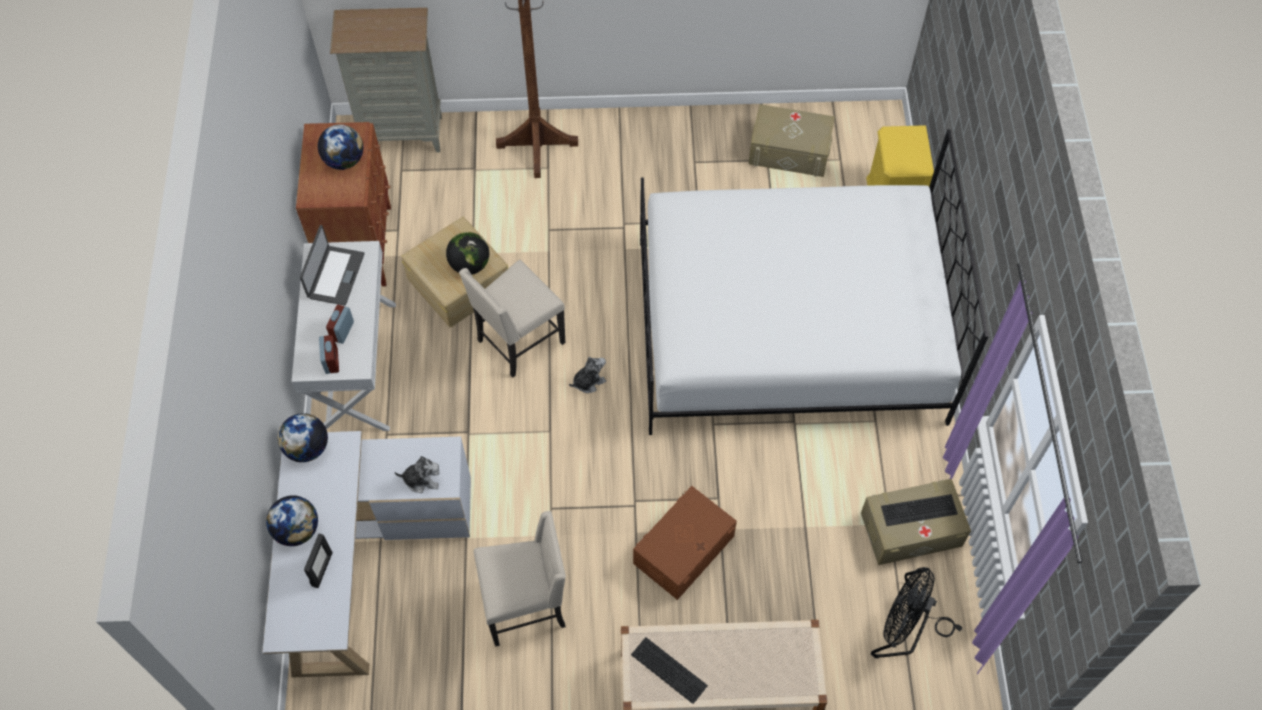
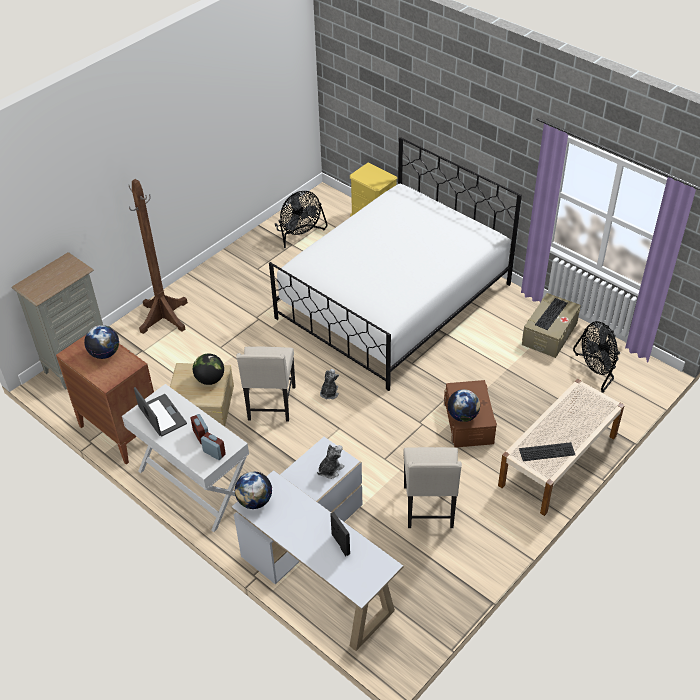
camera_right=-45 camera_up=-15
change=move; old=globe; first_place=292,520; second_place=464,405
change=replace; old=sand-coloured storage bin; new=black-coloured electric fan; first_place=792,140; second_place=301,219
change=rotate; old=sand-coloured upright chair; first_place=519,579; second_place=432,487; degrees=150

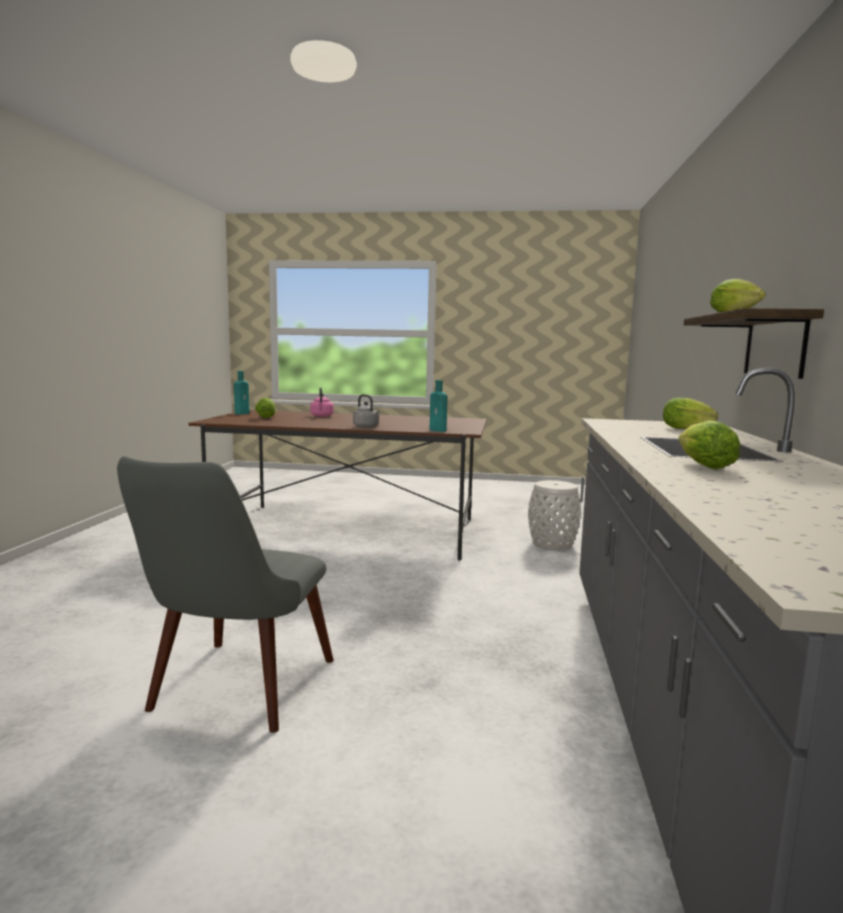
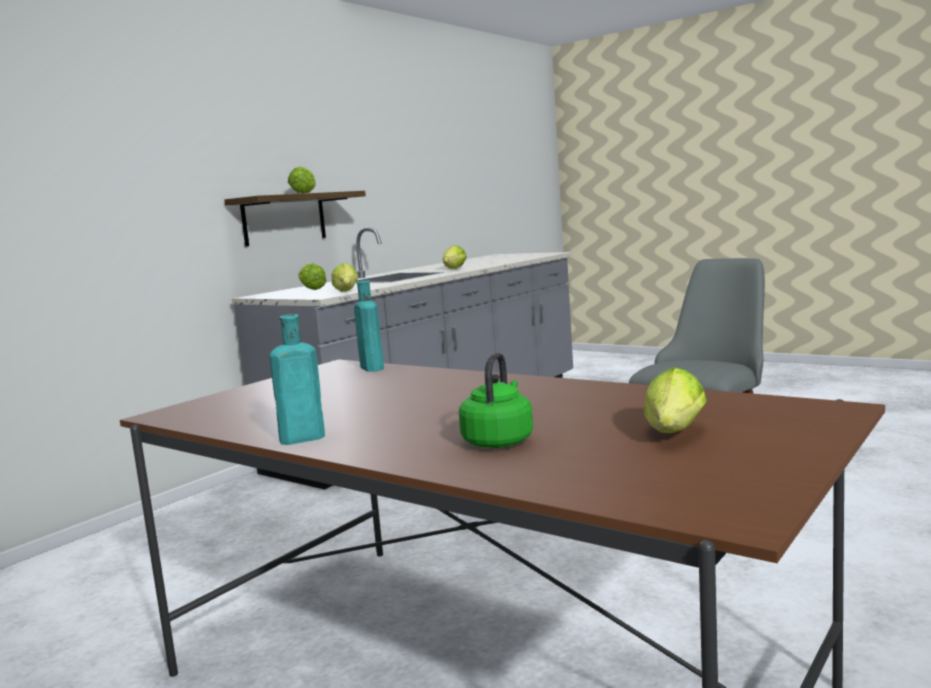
camera_right=-150 camera_up=0
change=delete; old=gray kettle; first_place=366,411
change=delete; old=whitish stool; first_place=554,515
change=insert; new=lettuce head; second_place=344,277
change=move; old=blue-green drink bottle; first_place=242,392; second_place=297,379
change=recolor; old=pinkish kettle; new=green-coloured kettle; first_place=322,402; second_place=496,400

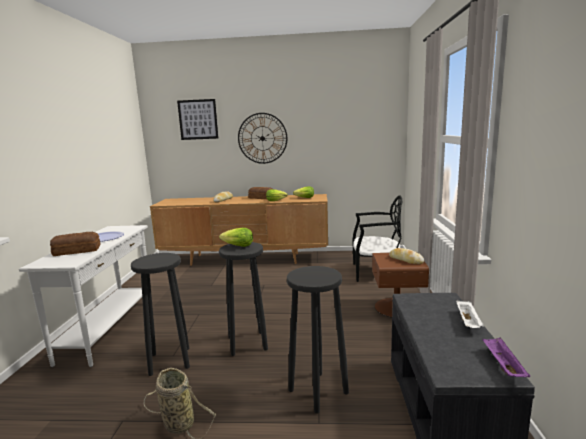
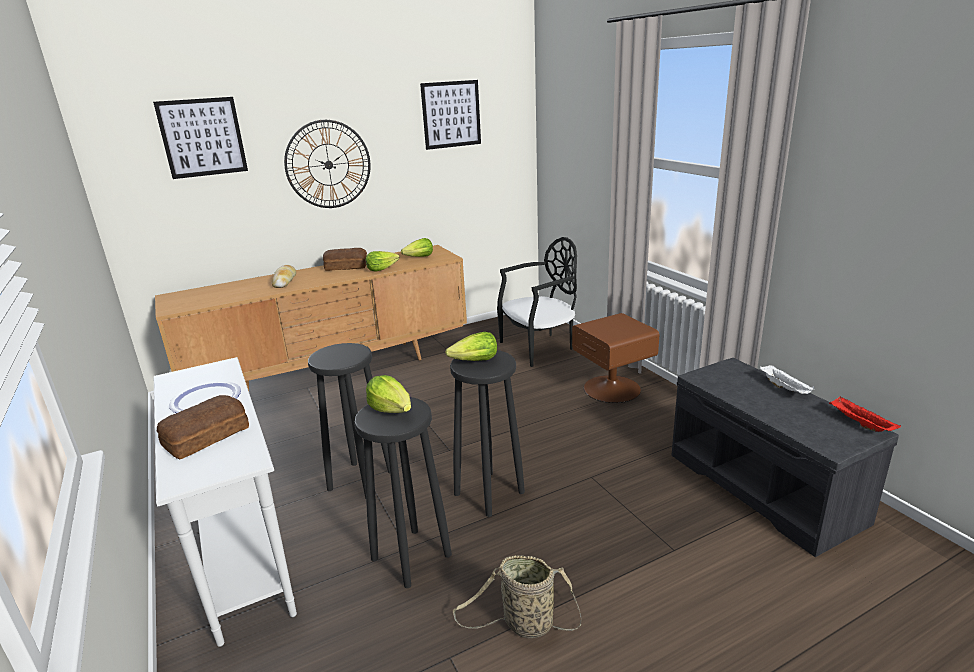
camera_right=-30 camera_up=10
change=delete; old=baked bread; first_place=406,256
change=insert; new=lettuce head; second_place=388,394
change=insert; new=wall picture; second_place=450,115
change=move; old=black-coloured stool; first_place=318,340; second_place=349,421
change=recolor; old=purple-coloured carrying tray; new=reddish carrying tray; first_place=506,357; second_place=865,414

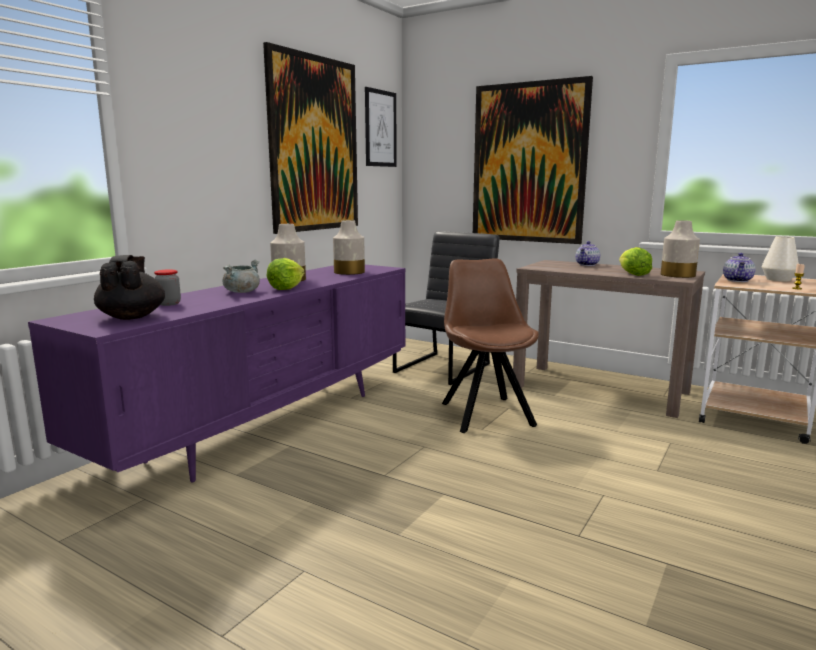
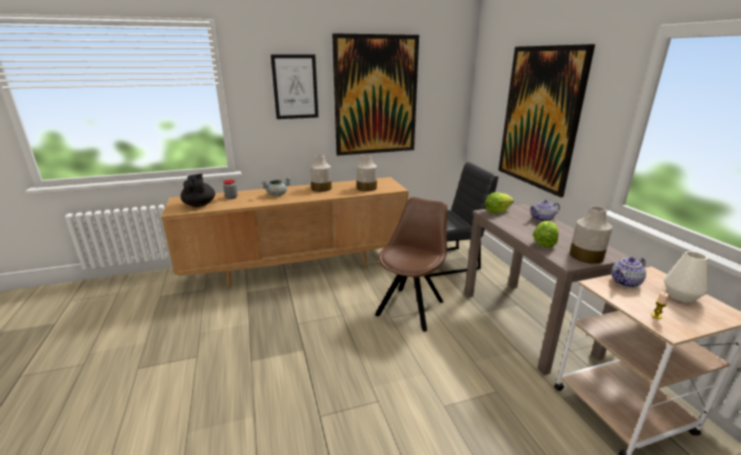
camera_right=40 camera_up=10
change=move; old=lettuce head; first_place=286,274; second_place=499,203
change=move; old=wall picture; first_place=381,127; second_place=294,86
change=recolor; old=purple-coloured cupboard; new=brown cupboard; first_place=216,374; second_place=285,233
change=rotate; old=black-coloured pot for tea; first_place=129,287; second_place=198,190; degrees=-45

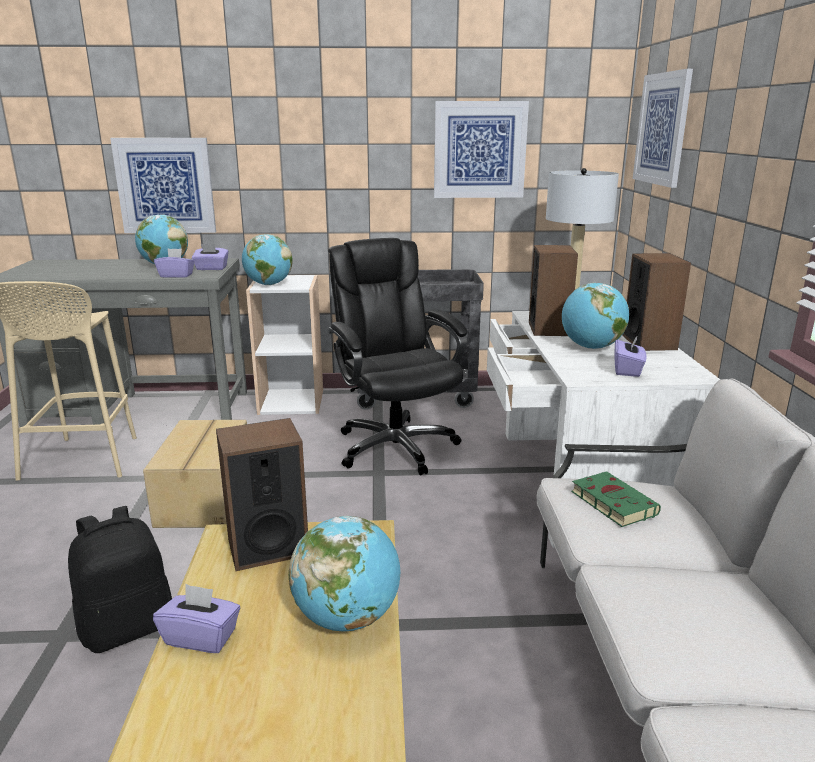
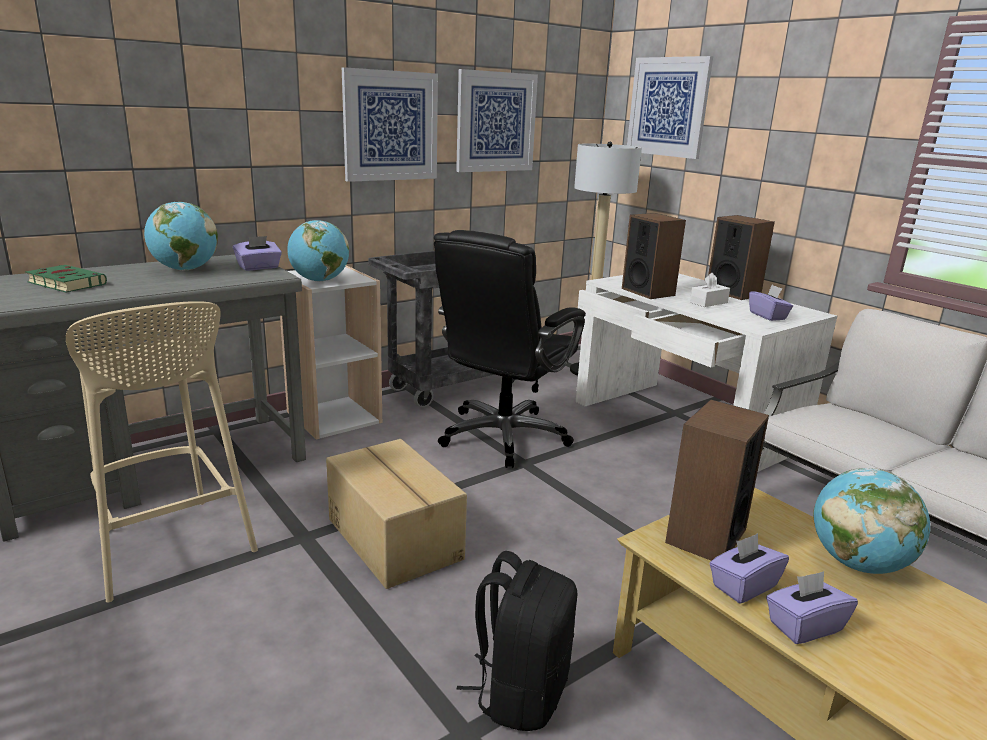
camera_right=-35 camera_up=0
change=move; old=wall picture; first_place=163,185; second_place=390,124
change=move; old=purple-coloured tissue holder; first_place=174,263; second_place=749,568
change=move; old=green-coloured book; first_place=616,499; second_place=66,279
change=replace; old=globe; new=whitish tissue holder; first_place=595,316; second_place=710,290
change=rotate; old=black-coloured office chair; first_place=397,356; second_place=510,349; degrees=-90

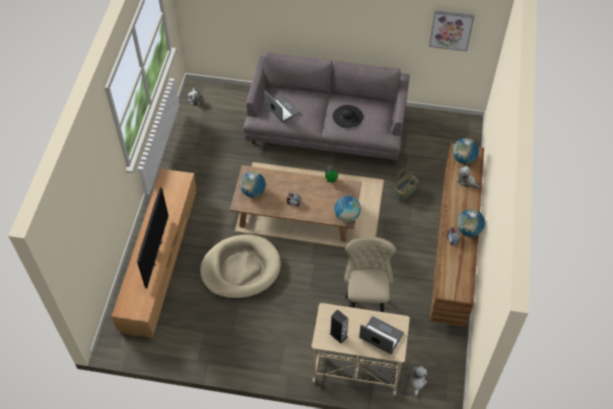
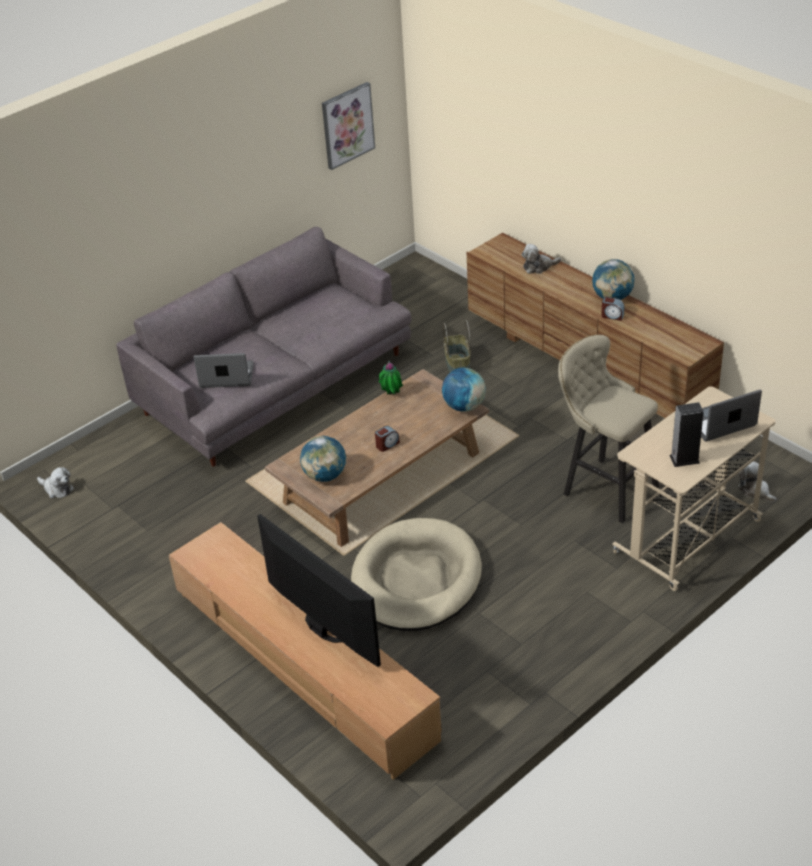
camera_right=-50 camera_up=-15
change=delete; old=black-coloured hat; first_place=347,116
change=delete; old=globe; first_place=466,151

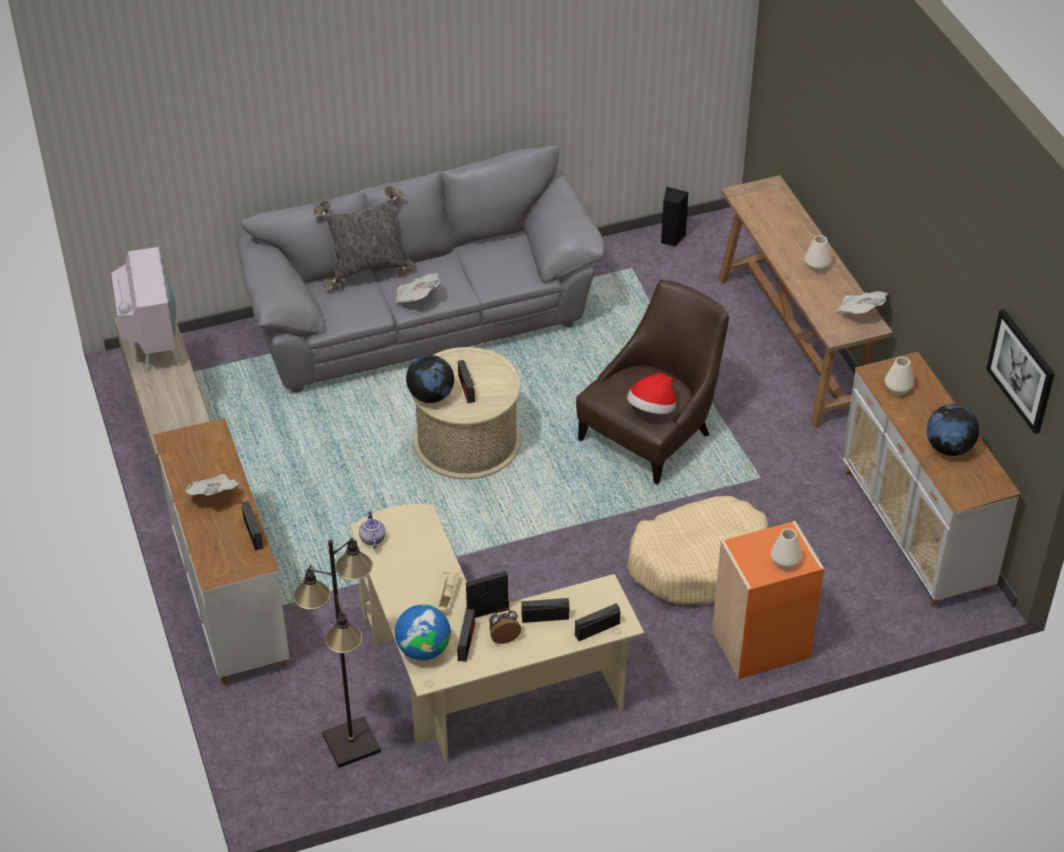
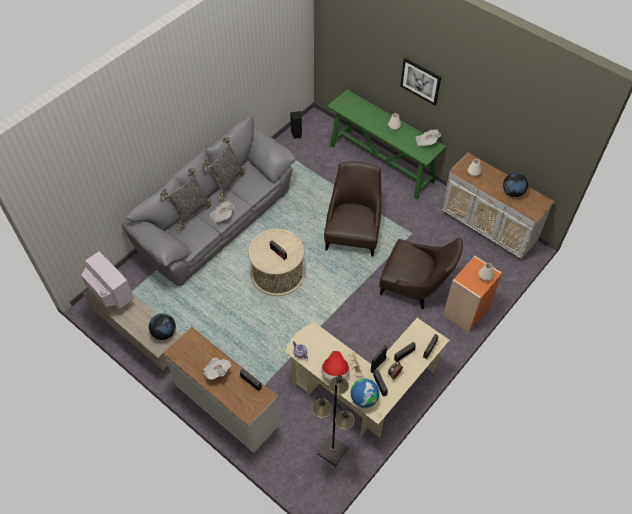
camera_right=-30 camera_up=10
change=insert; new=pillow; second_place=223,169
change=move; old=globe; first_place=430,379; second_place=162,326
change=move; old=hat; first_place=651,393; second_place=335,365
change=move; old=wall picture; first_place=1020,371; second_place=420,81
change=replace; old=sand-coloured pet bed; new=brown easy chair; first_place=697,550; second_place=421,273
change=recolor; old=brown narrow table; new=green-coloured narrow table; first_place=806,301; second_place=386,145

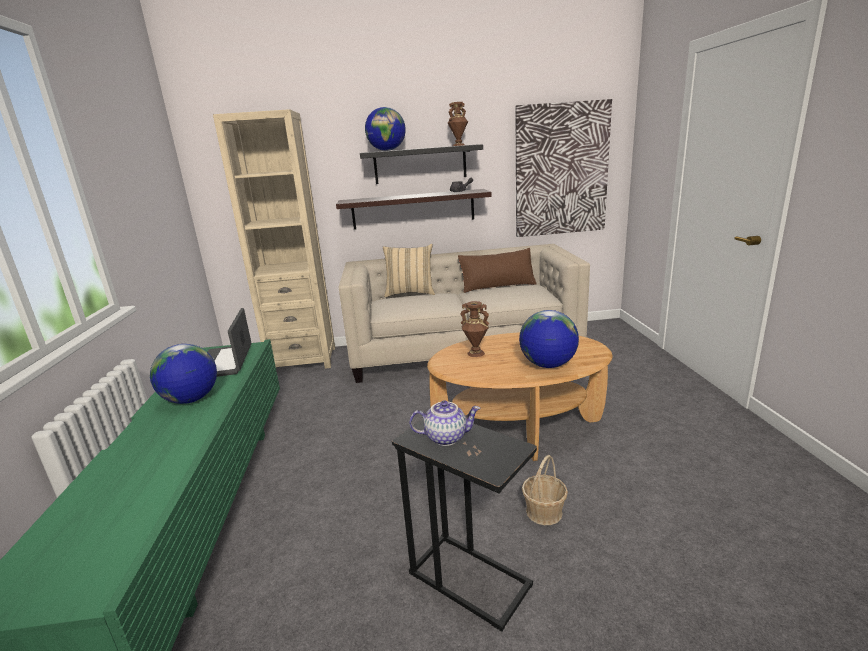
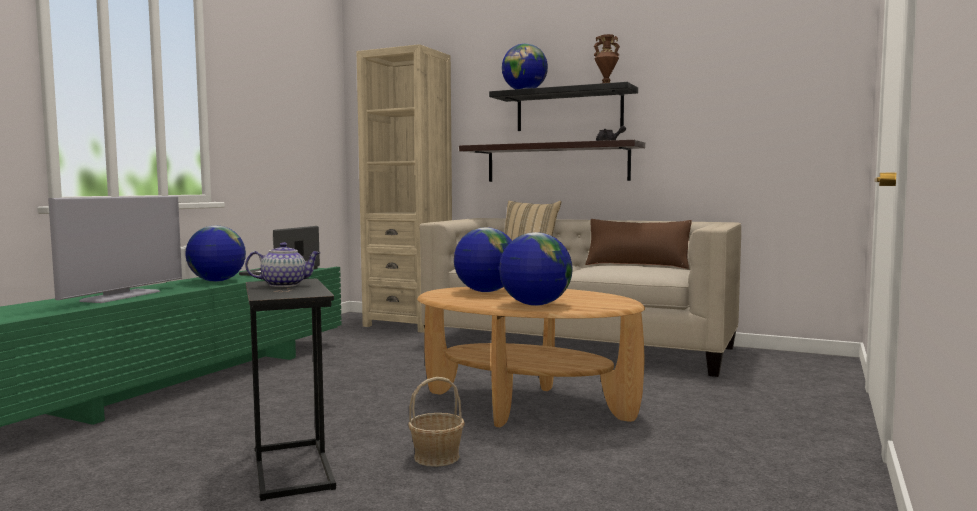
camera_right=30 camera_up=-15
change=delete; old=wall picture; first_place=563,168
change=insert; new=television; second_place=115,249
change=replace; old=brown decorative vase; new=globe; first_place=474,329; second_place=483,259
change=rotate; old=pot for tea; first_place=445,423; second_place=283,264; degrees=-45

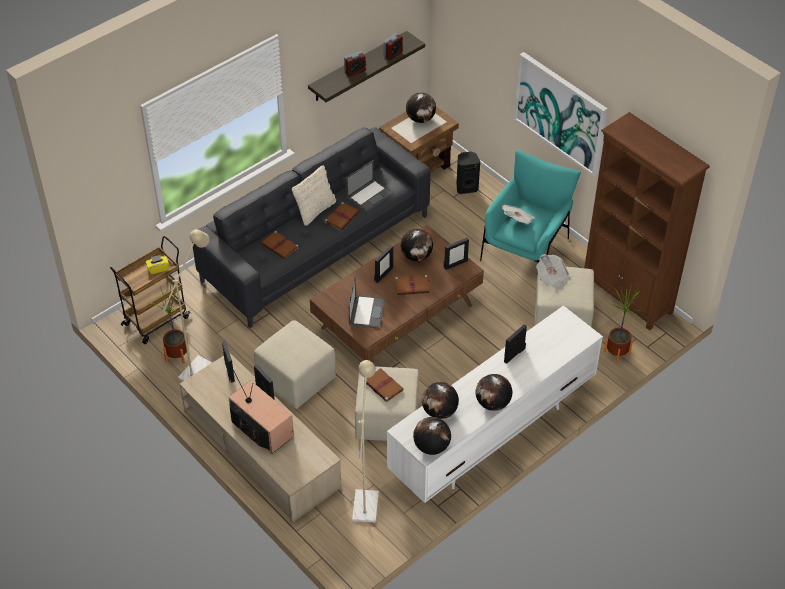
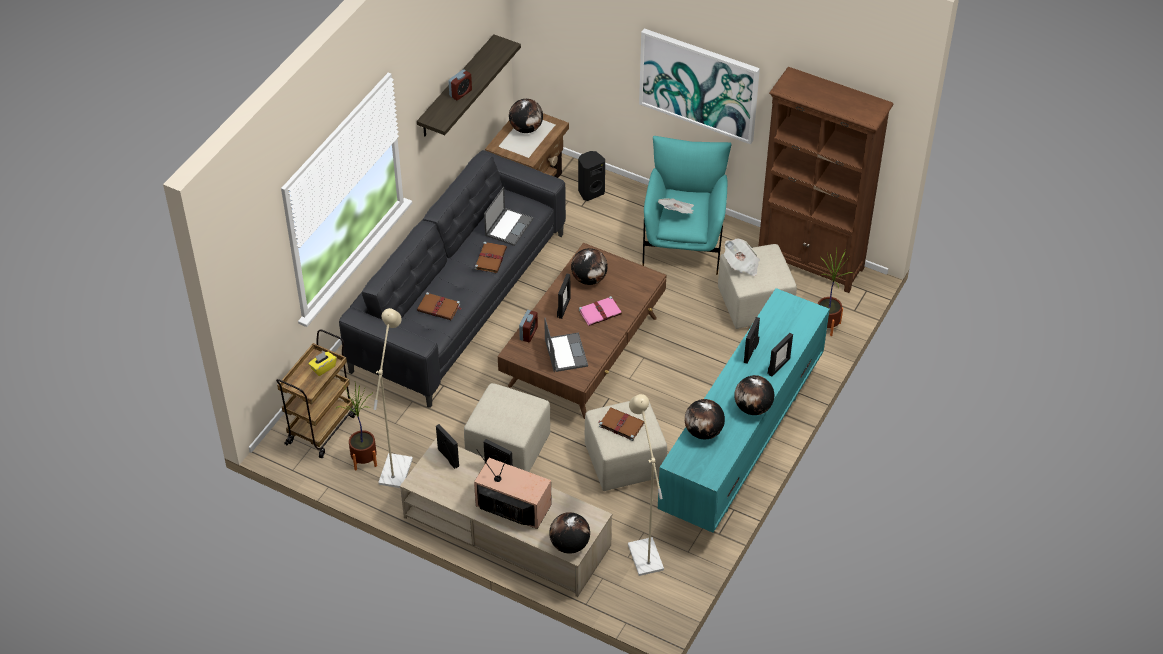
camera_right=-20 camera_up=0
change=delete; old=sand-coloured pillow; first_place=314,195
change=move; old=bedside clock; first_place=393,46; second_place=528,326
change=move; old=globe; first_place=432,436; second_place=569,533
change=move; old=picture frame; first_place=456,254; second_place=780,355
change=recolor; old=whitish cupboard; new=blue-green cupboard; first_place=495,404; second_place=744,410
change=recolor; old=brown book; new=pinkish book; first_place=412,285; second_place=600,311

